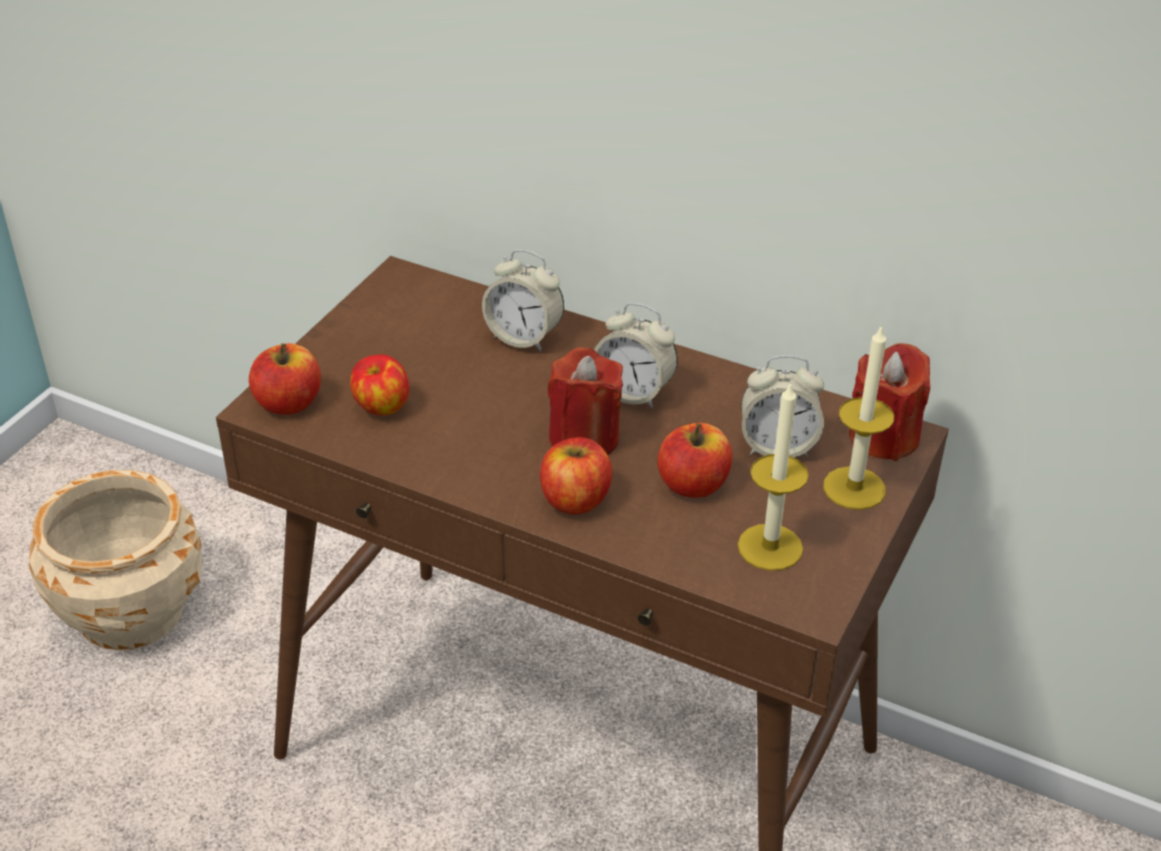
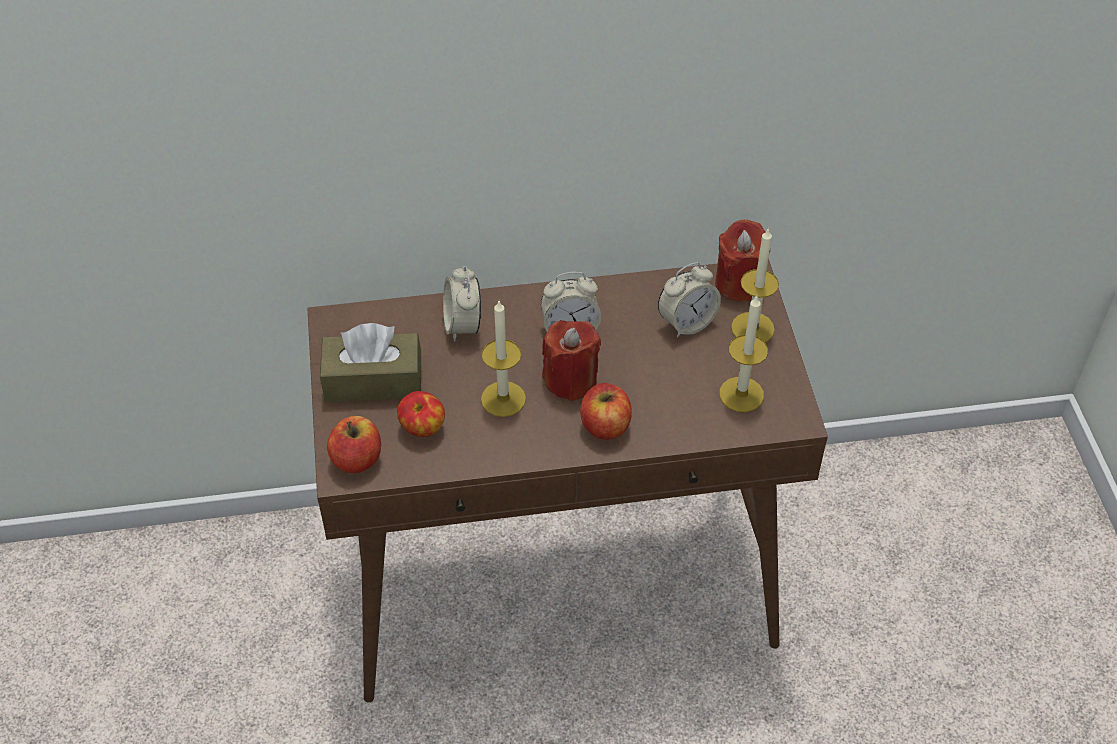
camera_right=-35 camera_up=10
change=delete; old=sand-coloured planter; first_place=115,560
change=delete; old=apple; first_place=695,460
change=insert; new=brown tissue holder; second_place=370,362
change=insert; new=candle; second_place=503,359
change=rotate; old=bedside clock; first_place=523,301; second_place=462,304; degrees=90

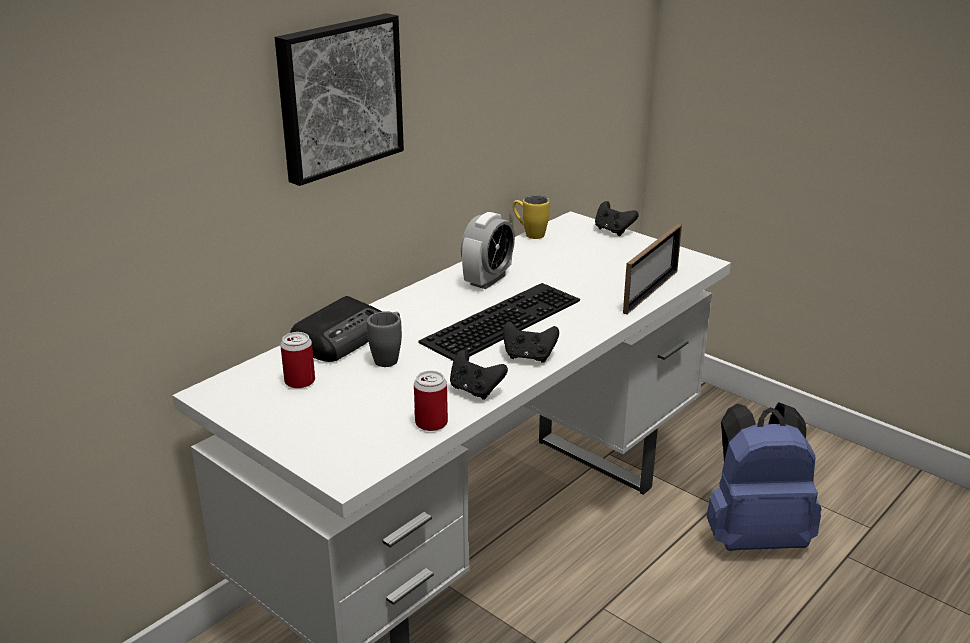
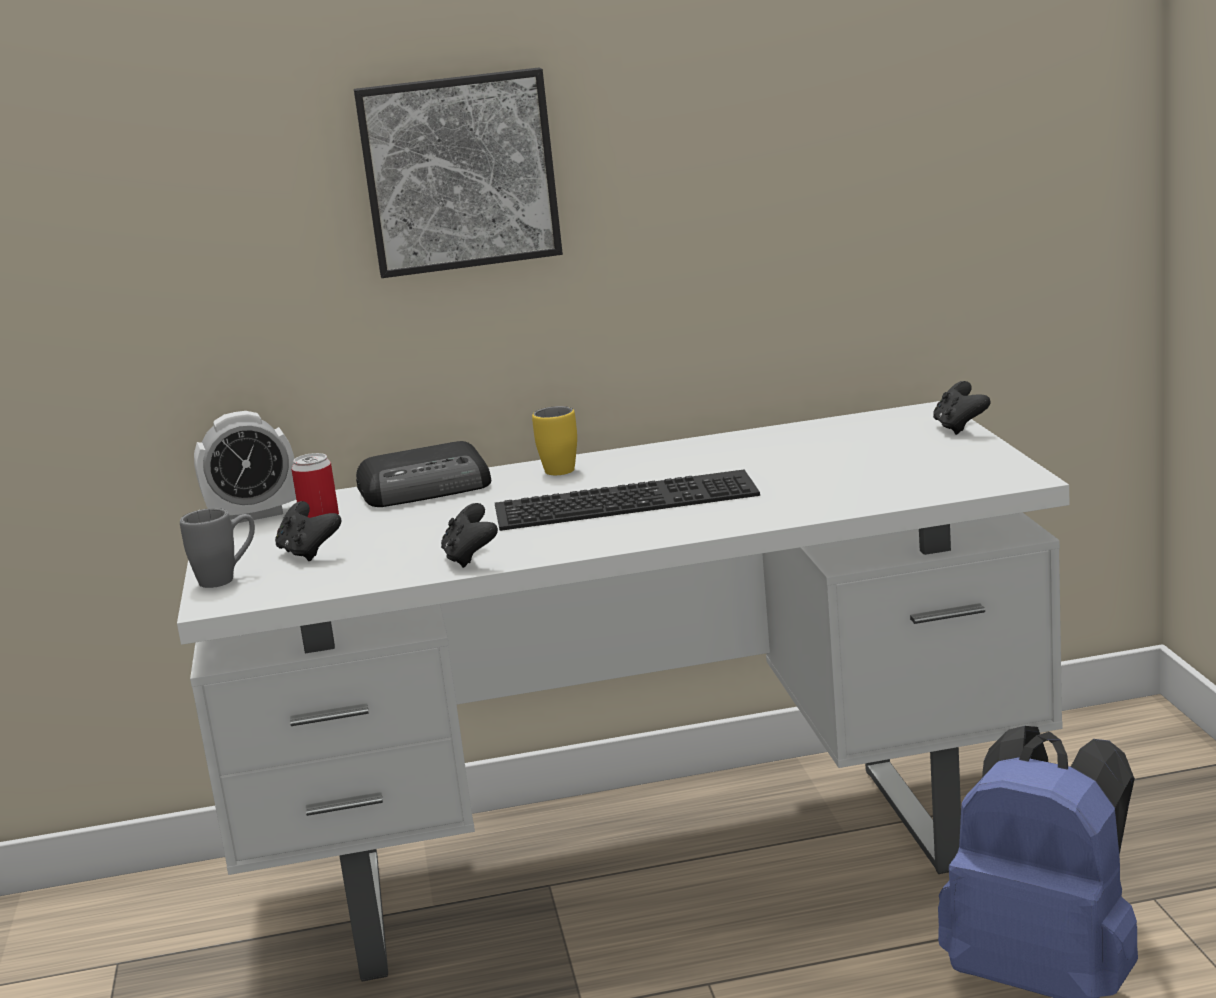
camera_right=40 camera_up=-10
change=delete; old=sealed can; first_place=431,401
change=delete; old=picture frame; first_place=652,269
change=move; old=gray mug; first_place=384,339; second_place=217,548
change=move; old=bedside clock; first_place=488,250; second_place=245,467
change=move; old=black-coloured joypad; first_place=531,342; second_place=308,531
change=move; old=yellow mug; first_place=531,217; second_place=554,440

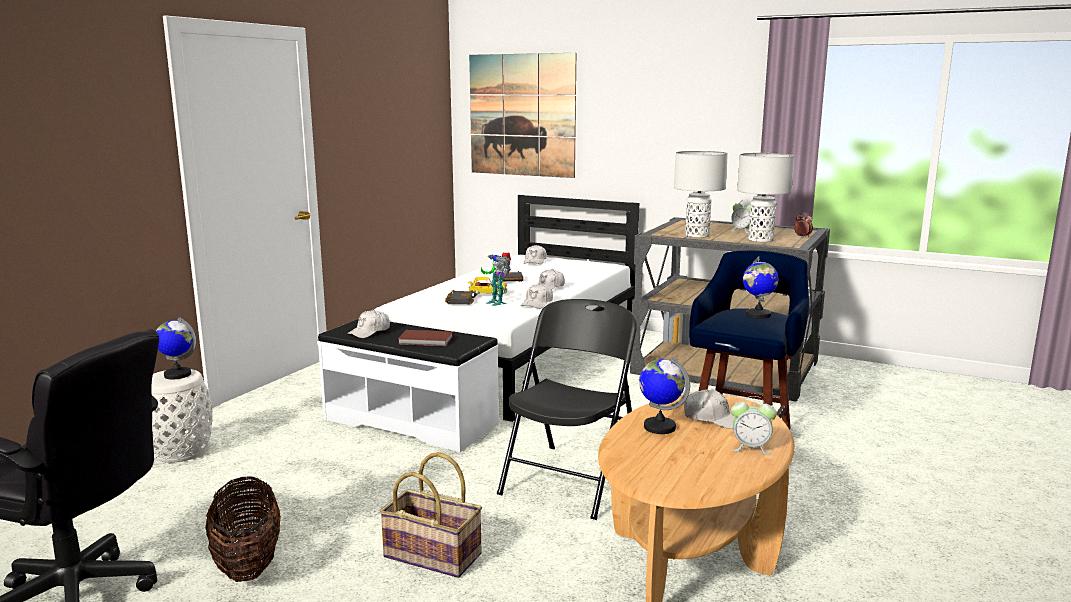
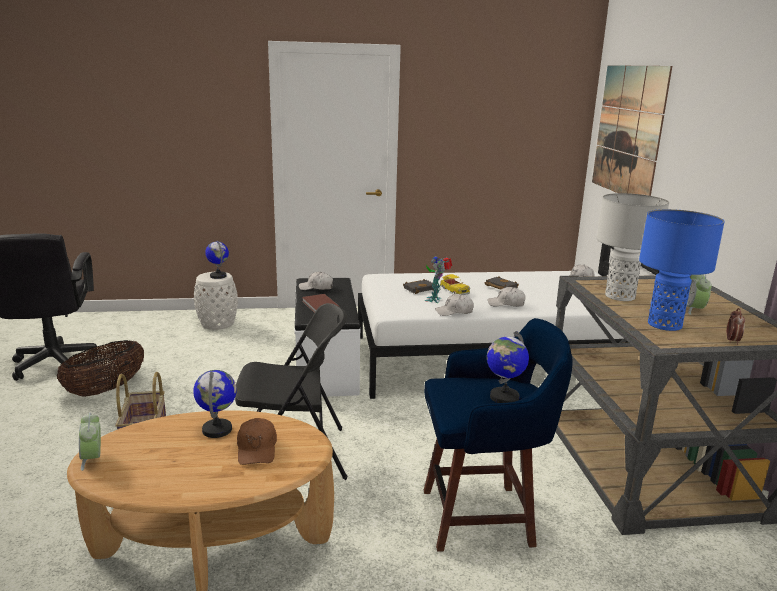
camera_right=55 camera_up=5
change=move; old=bedside clock; first_place=754,425; second_place=90,442
change=recolor; old=whitish peaked cap; new=brown peaked cap; first_place=709,409; second_place=257,441
change=recolor; old=whitish lamp for a table; new=blue-coloured lamp for a table; first_place=765,197; second_place=682,270

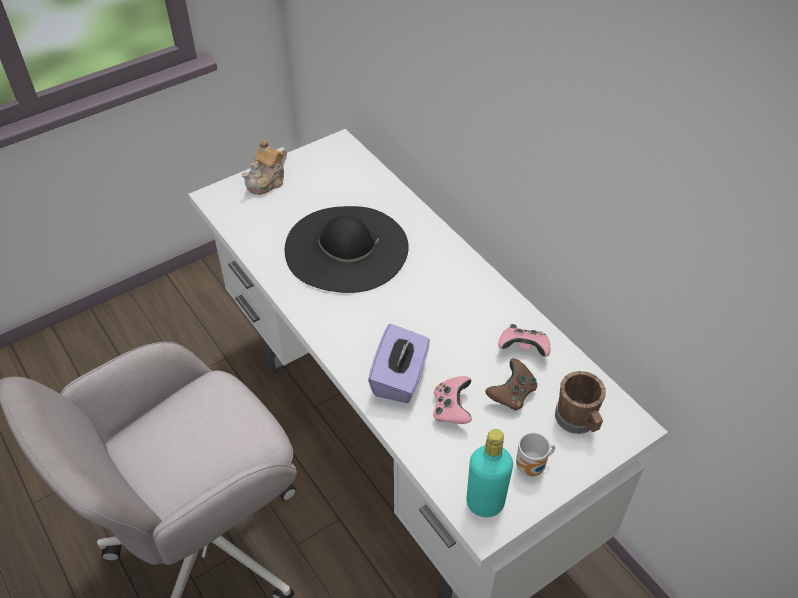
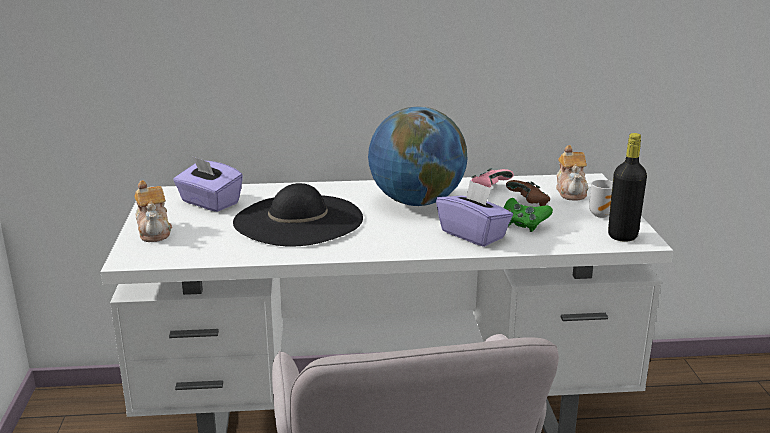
camera_right=-60 camera_up=-25
change=insert; new=purple-coloured tissue holder; second_place=208,184
change=insert; new=globe; second_place=417,156
change=replace; old=brown mug; new=pot for tea; first_place=580,402; second_place=572,172
change=recolor; old=pinkish joypad; new=green-coloured joypad; first_place=452,400; second_place=528,215
change=recolor; old=blue-green drink bottle; new=black-coloured drink bottle; first_place=490,473; second_place=627,187

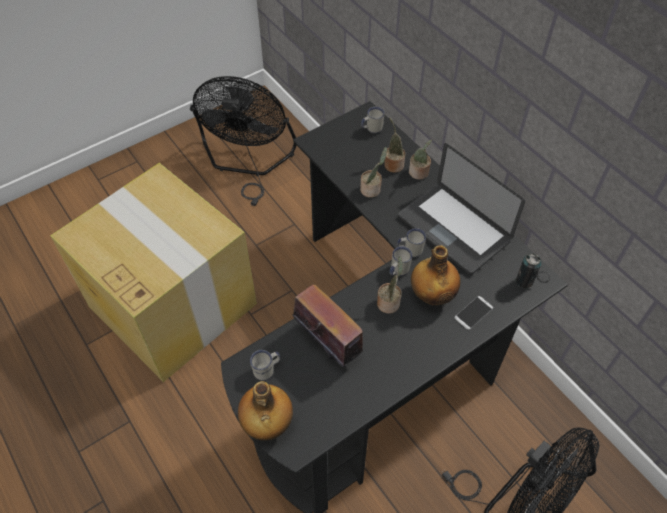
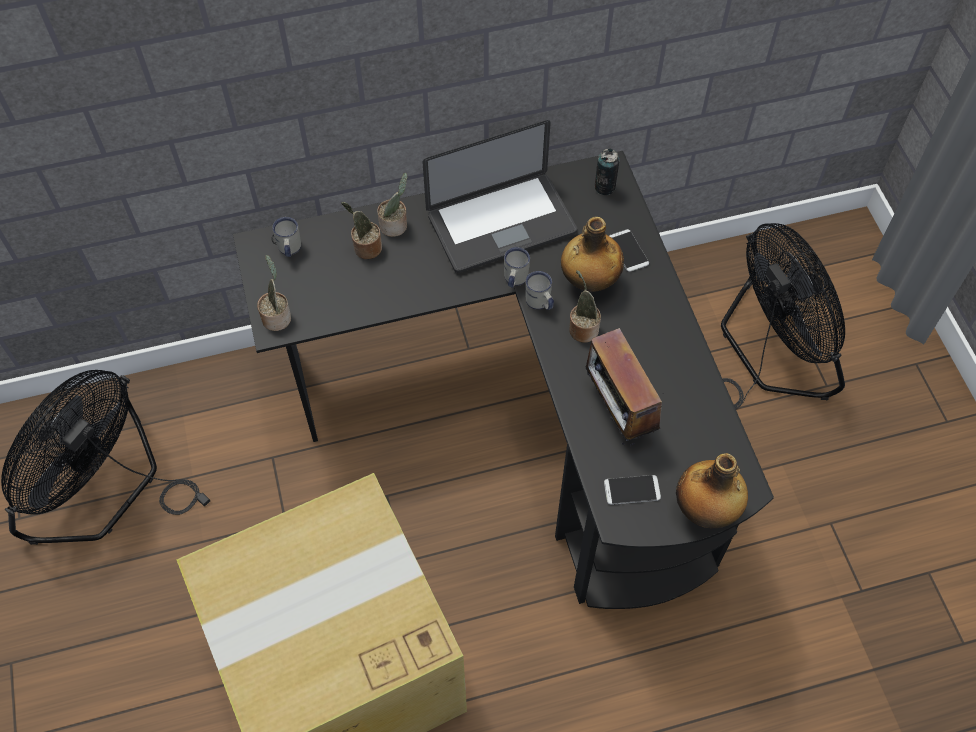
camera_right=-70 camera_up=5
change=move; old=potted plant; first_place=373,172; second_place=274,293
change=replace; old=whitish mug; new=telephone; first_place=265,365; second_place=632,490
change=rotate; old=radio; first_place=328,325; second_place=625,383; degrees=-90

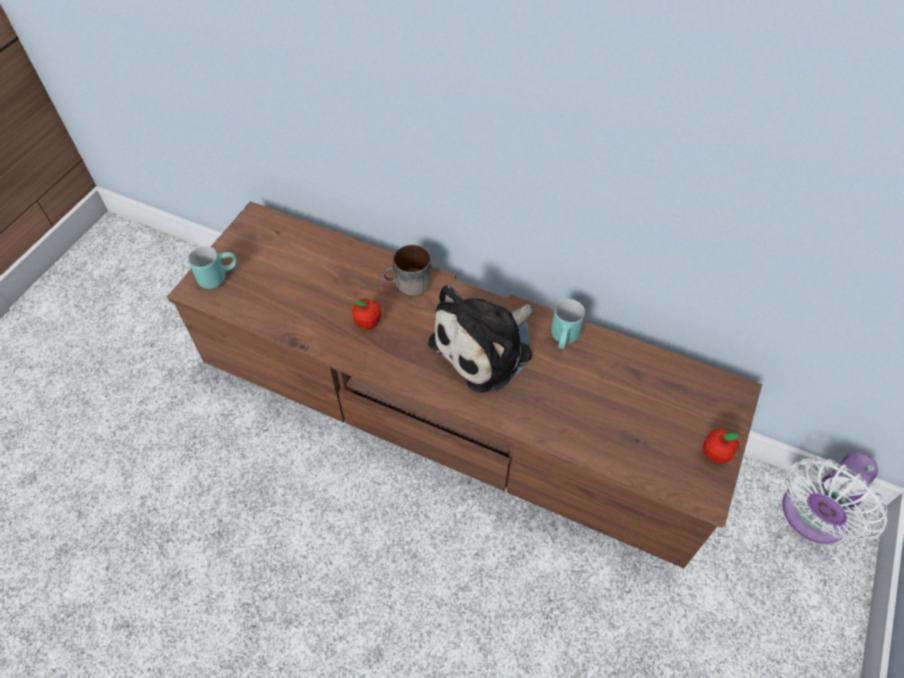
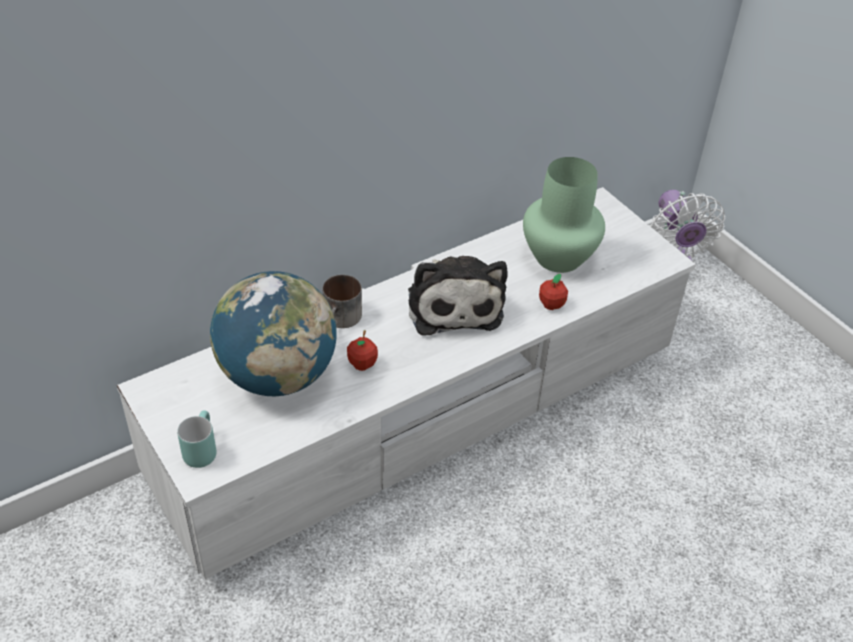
camera_right=-60 camera_up=-10
change=delete; old=blue-green mug; first_place=568,324
change=insert; new=globe; second_place=273,333
change=insert; new=green-coloured decorative vase; second_place=564,215
change=move; old=apple; first_place=721,446; second_place=553,292
change=recolor; old=brown tv unit; new=whitish tv unit; first_place=464,384; second_place=406,383

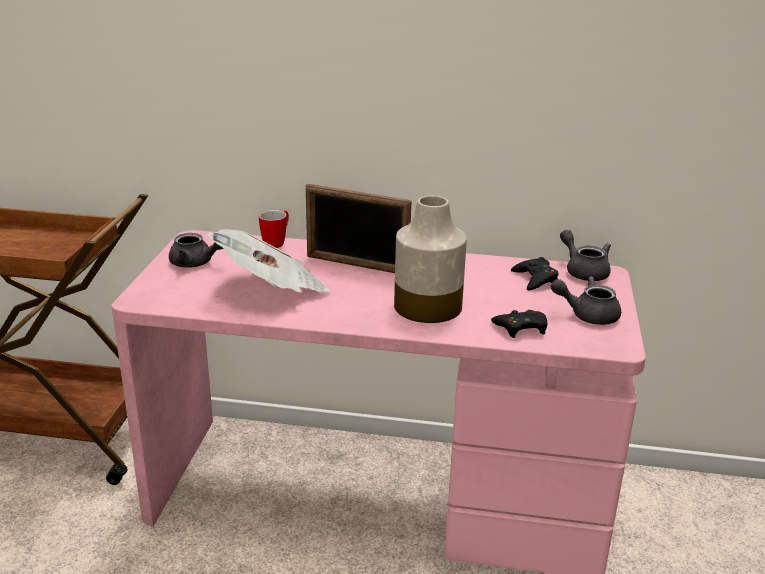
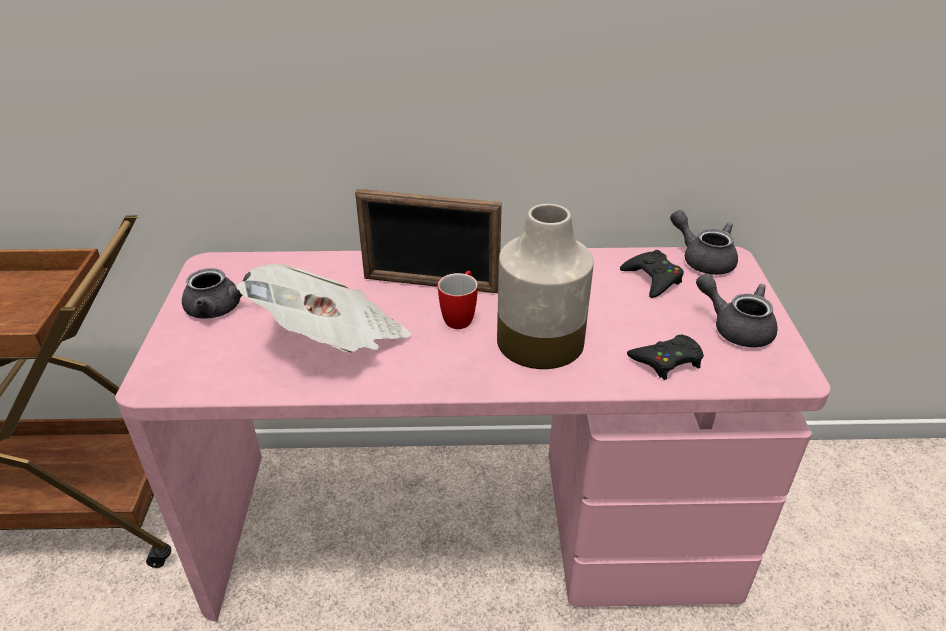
camera_right=-10 camera_up=10
change=move; old=mug; first_place=274,229; second_place=458,300
change=rotate; old=gray pot for tea; first_place=586,300; second_place=737,310; degrees=45

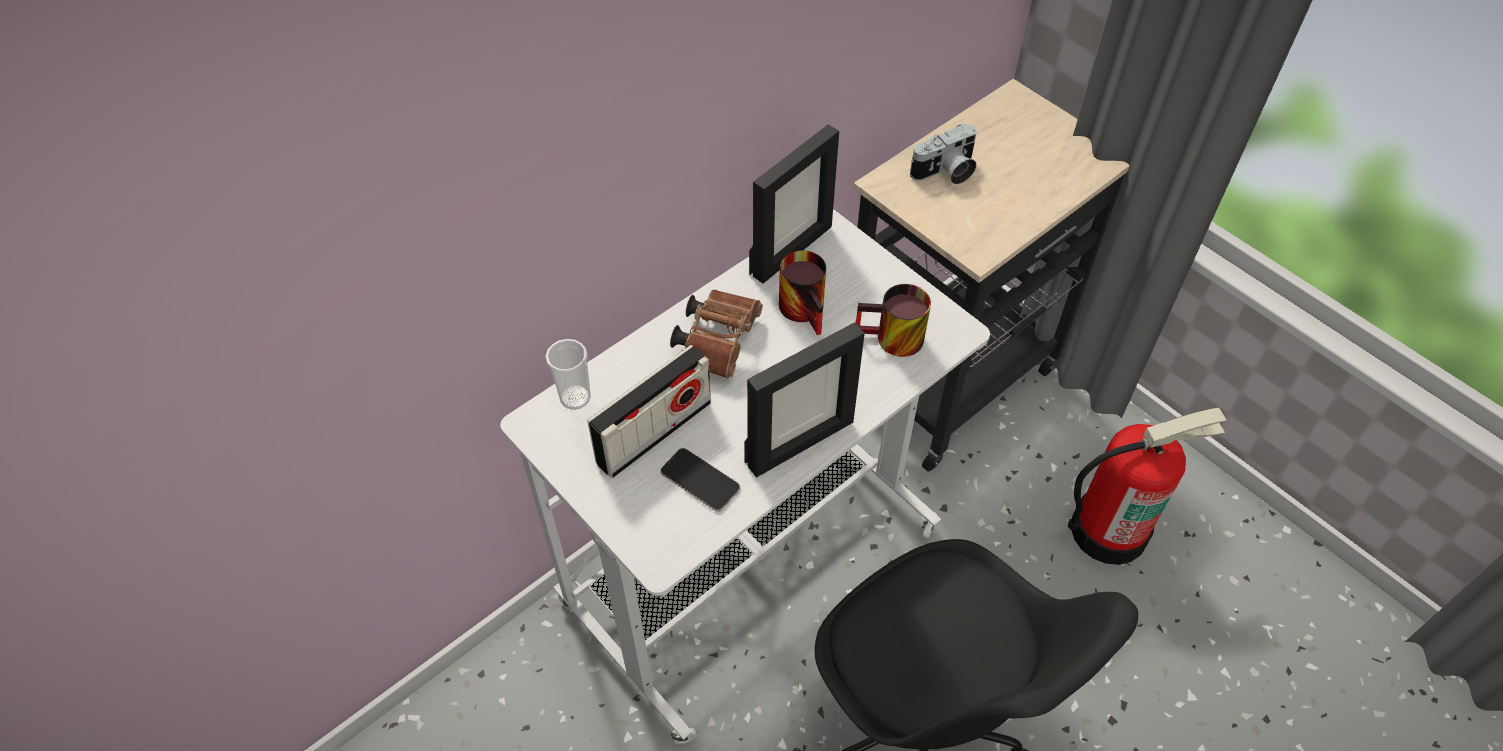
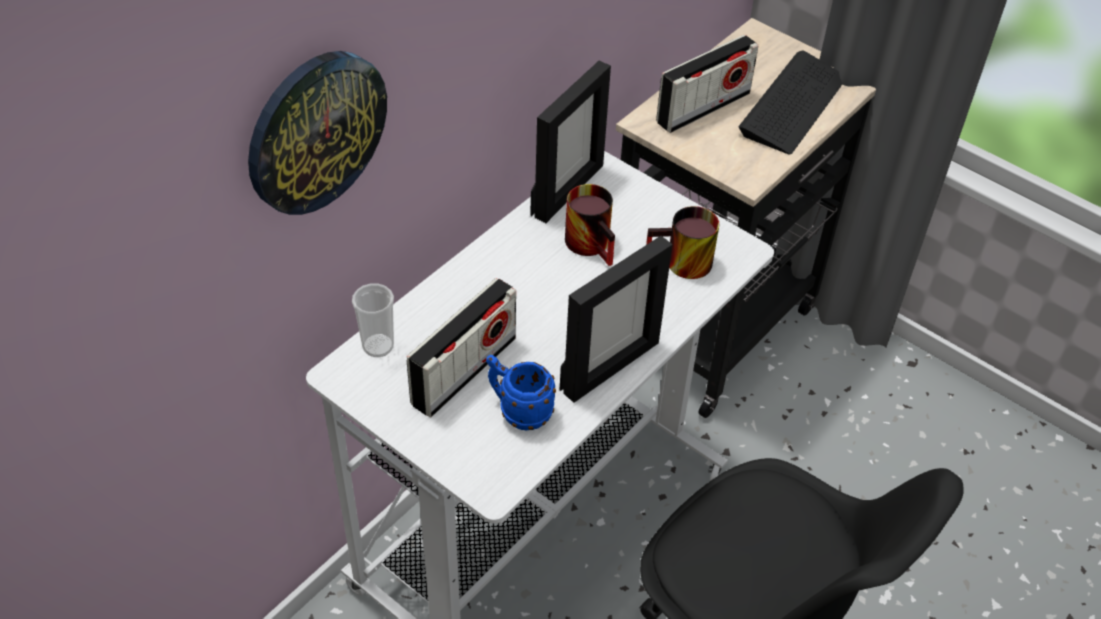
camera_right=-10 camera_up=-5
change=delete; old=brown pair of binoculars; first_place=716,334
change=delete; old=fire extinguisher; first_place=1147,486
change=insert; new=clock on the wall; second_place=317,133
change=insert; new=keyboard; second_place=791,103
change=replace; old=telephone; new=blue-coloured mug; first_place=700,480; second_place=521,392
change=replace; old=still camera; new=radio; first_place=943,153; second_place=707,84

